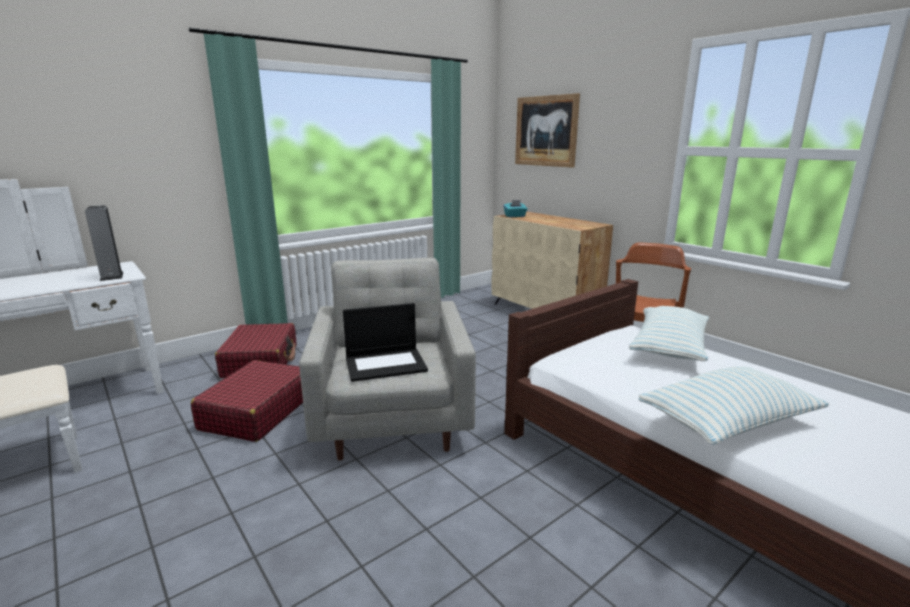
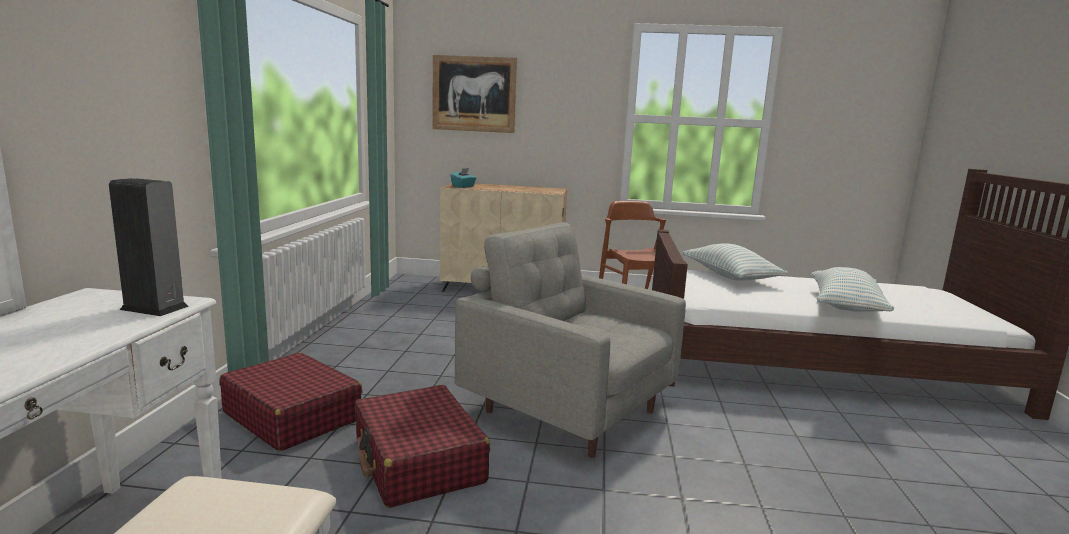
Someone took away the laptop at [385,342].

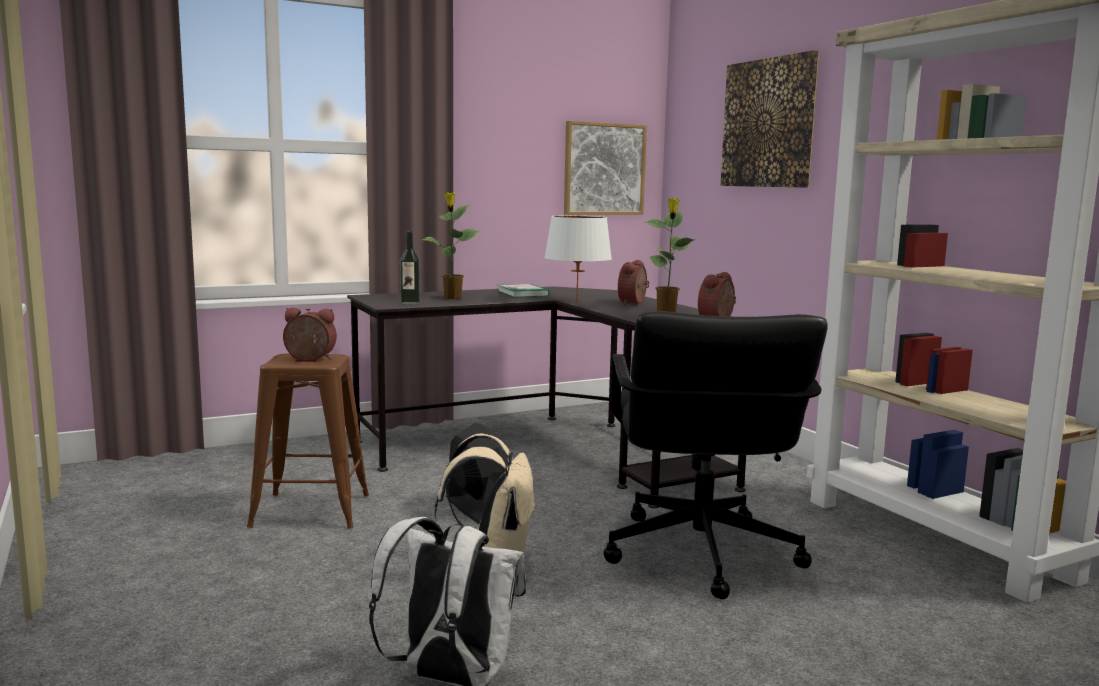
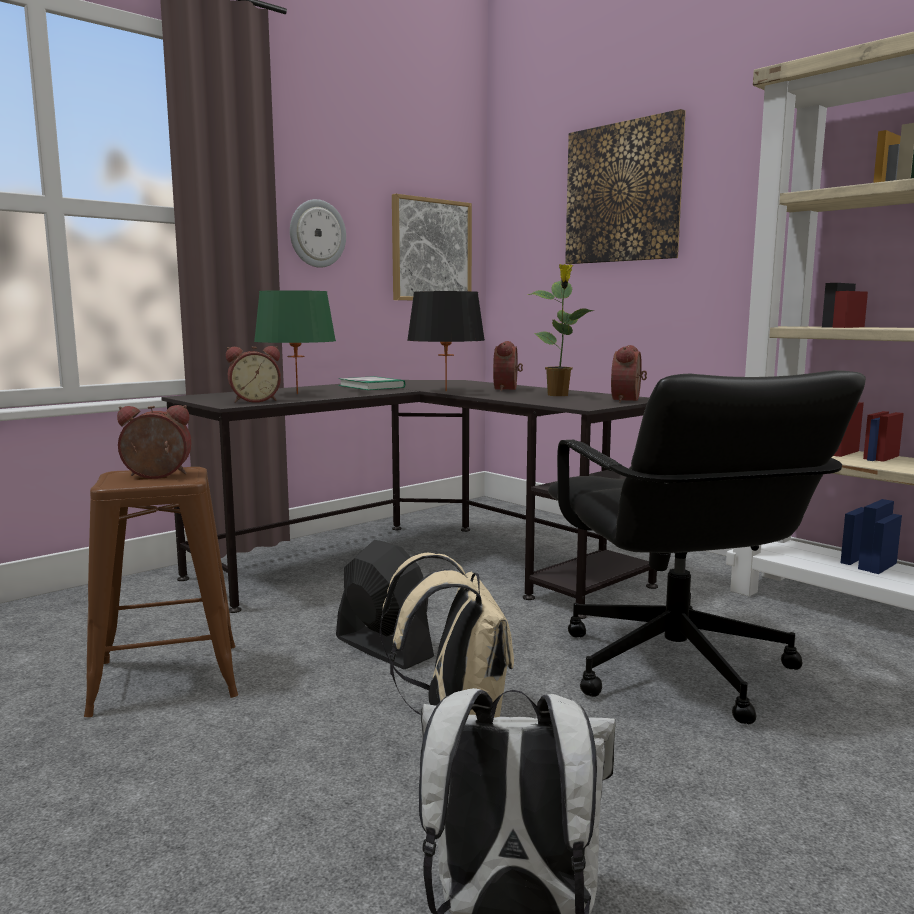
Someone swapped the potted plant at [451,245] for the table lamp (green) at [295,342].
Someone repainted the table lamp (white) at [578,259], which became the table lamp (black) at [446,341].
Someone swapped the bottle at [410,268] for the alarm clock at [253,374].
Someone put up the wall clock at [318,233].

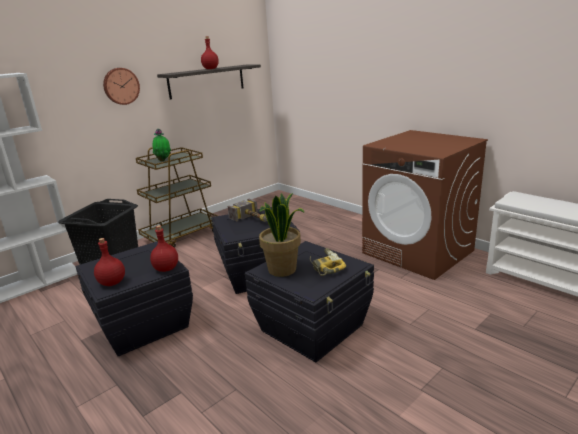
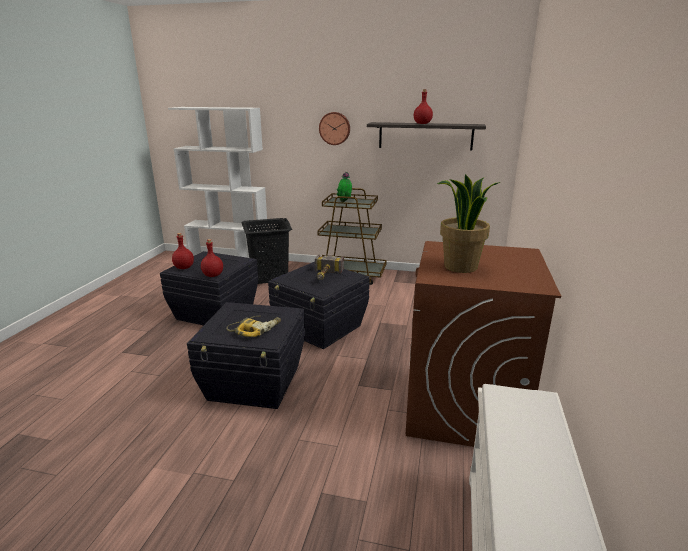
Someone carried the potted plant from [282,235] to [469,223].

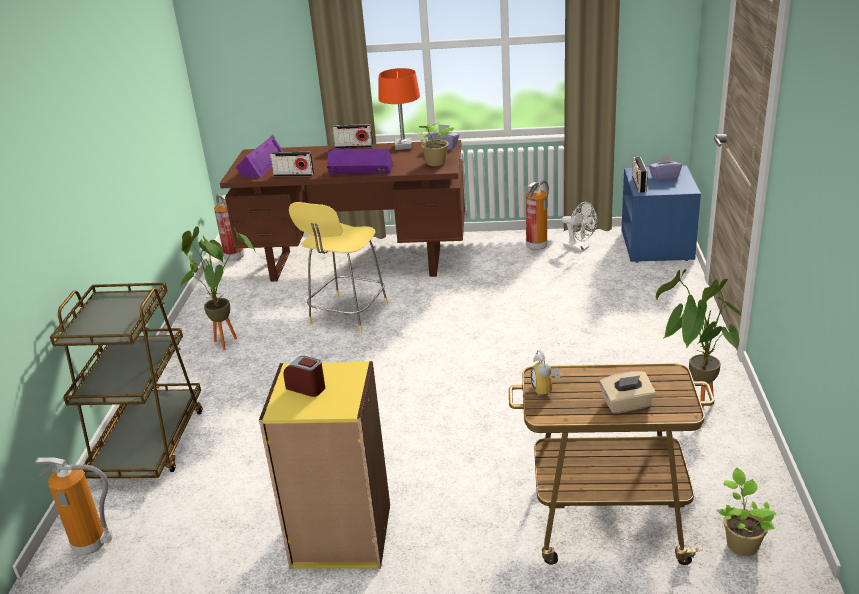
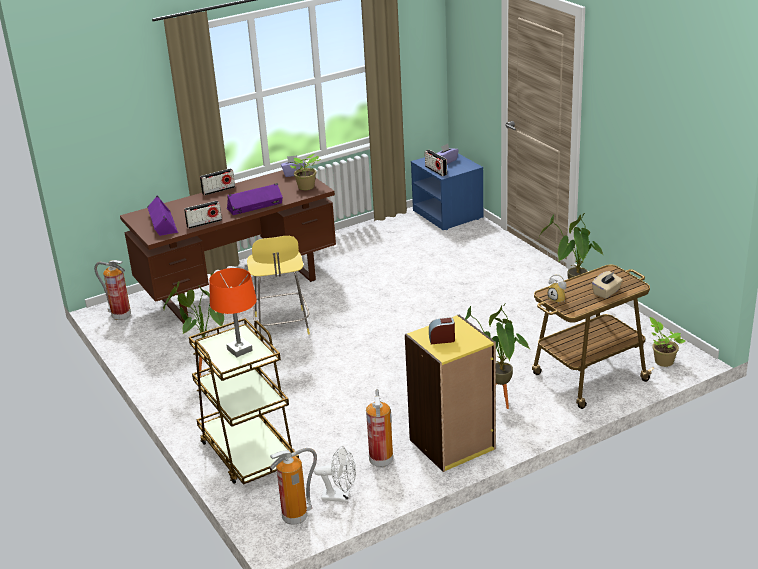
Someone carried the table lamp (orange) from [399,109] to [233,312].
Someone carried the fire extinguisher from [537,215] to [379,428].
Someone carried the fan (white) from [580,227] to [335,474].
Someone put down the potted plant at [497,355].

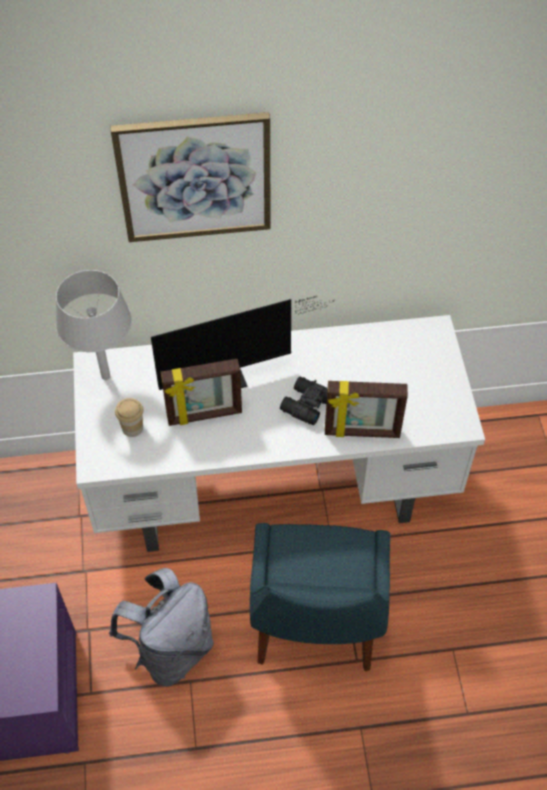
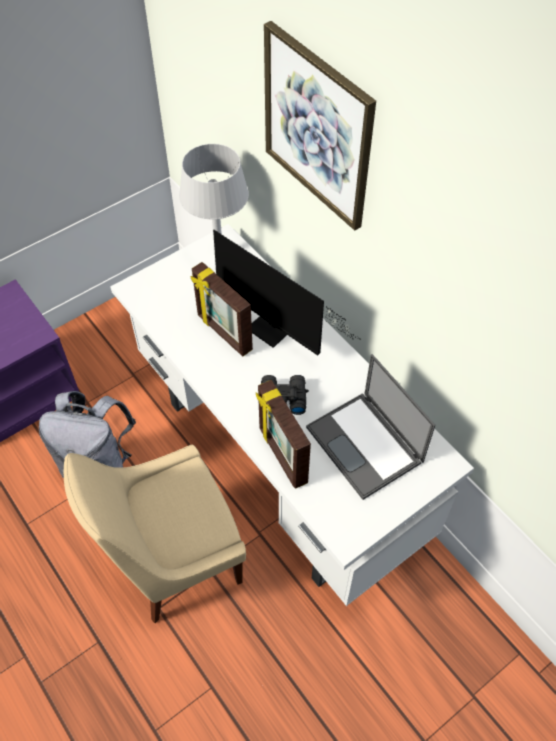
Someone took away the cup at [129,417].
Someone repainted the chair (blue) at [320,597], which became the chair (beige) at [155,534].
Someone put down the laptop at [370,427].

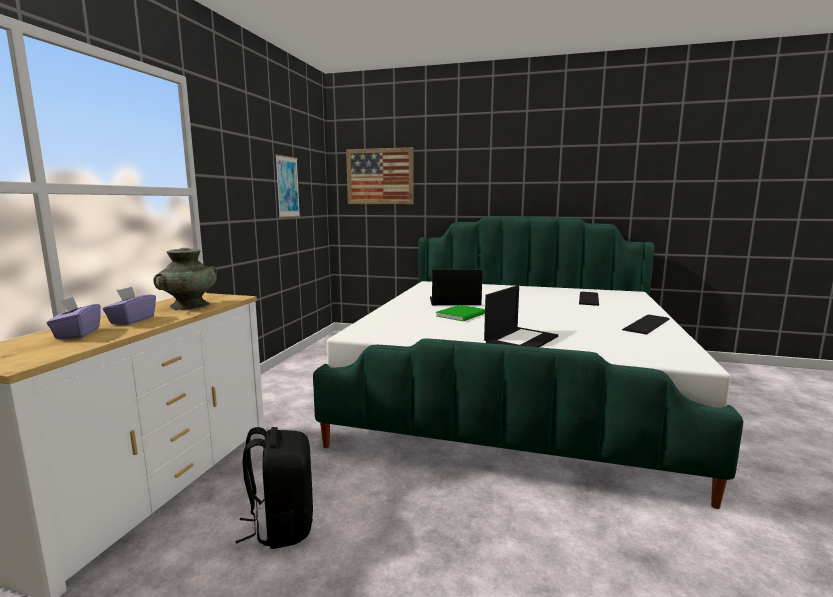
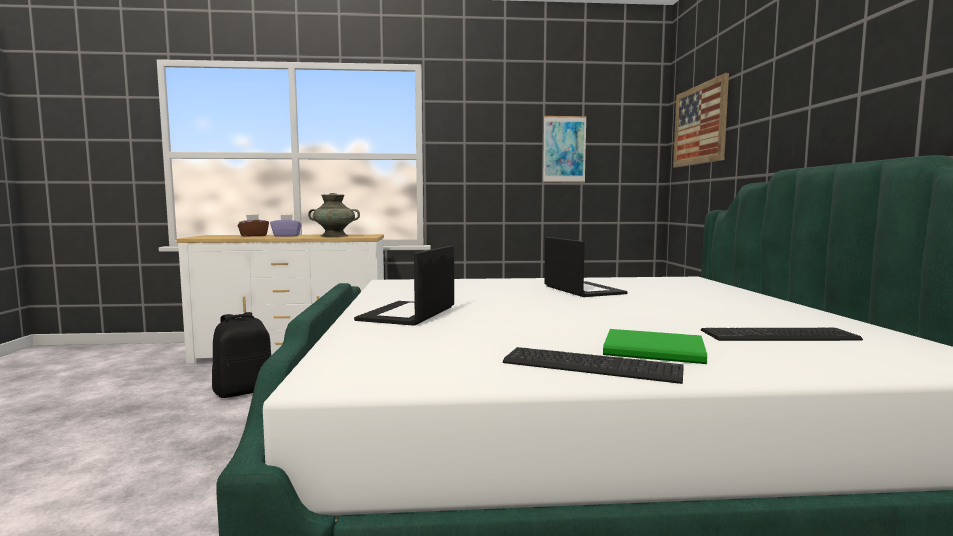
Someone rotated the laptop at [521,316] by 90 degrees clockwise.
Someone repainted the tissue box (purple) at [74,317], which became the tissue box (brown) at [253,226].
Someone carried the book (green) from [460,313] to [655,346].

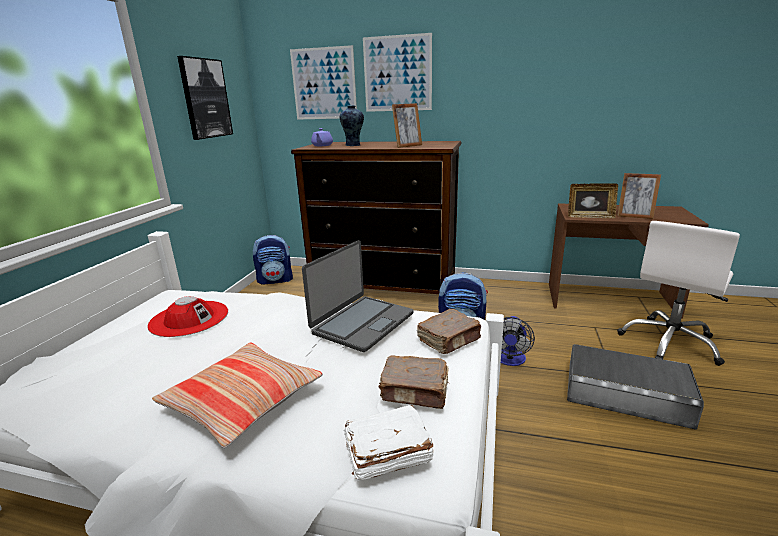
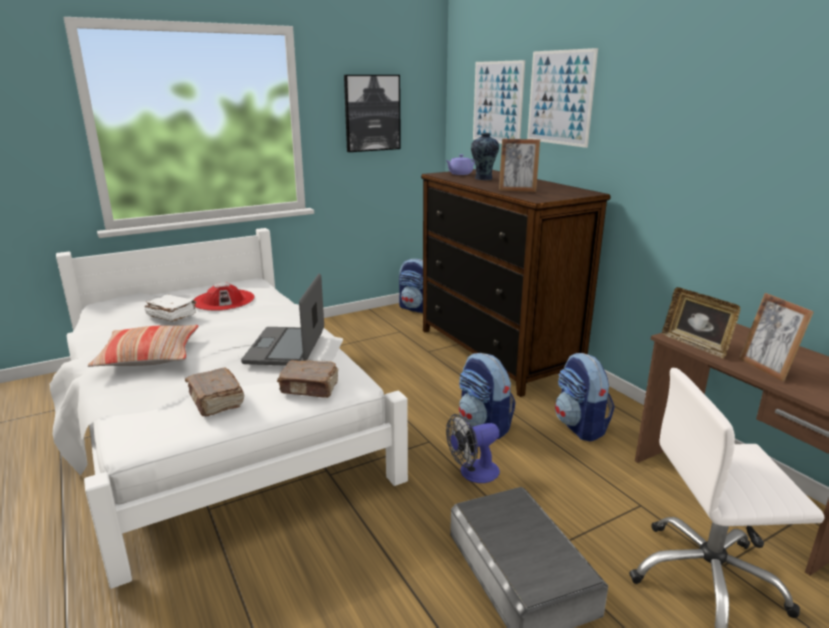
Someone rotated the laptop at [358,296] by 105 degrees clockwise.
Someone carried the book (white) from [388,443] to [170,308].
Someone put down the backpack at [585,397].

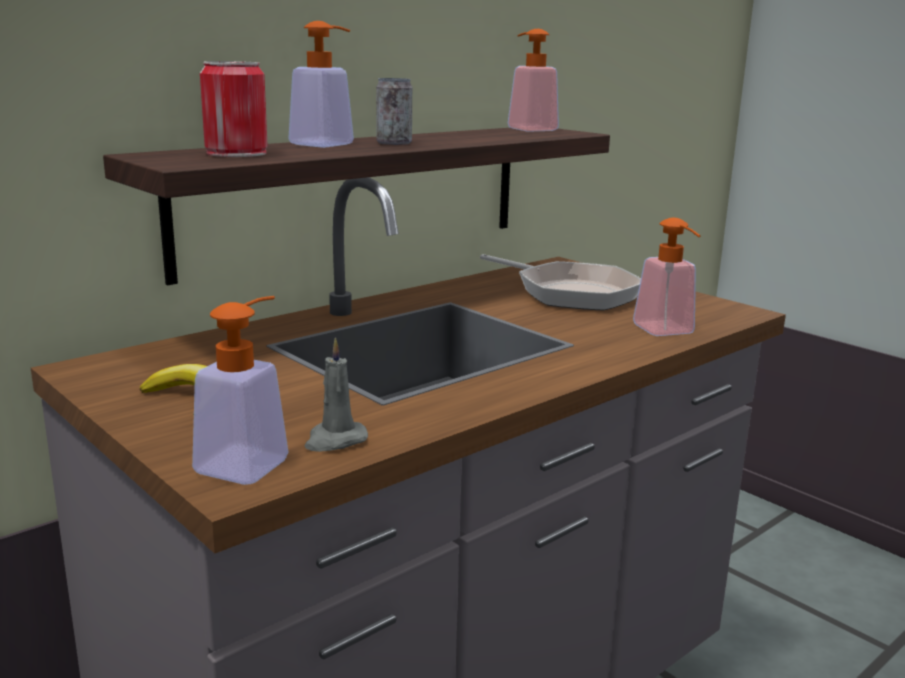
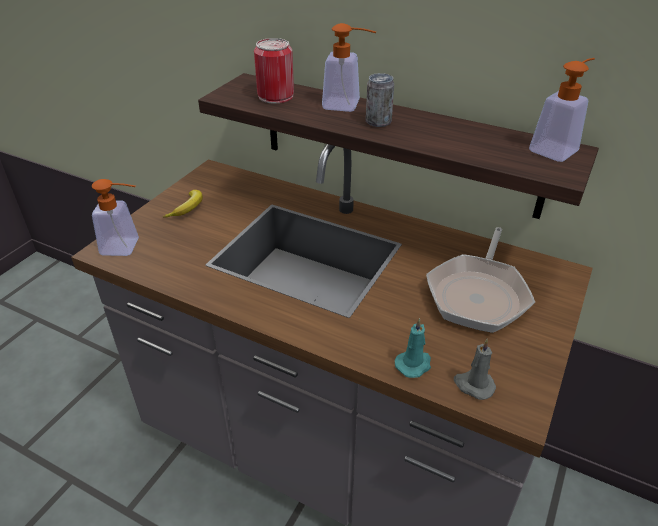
Someone swapped the soap dispenser at [667,277] for the candle (turquoise) at [413,348].
Someone carried the candle (grey) from [336,395] to [475,369].

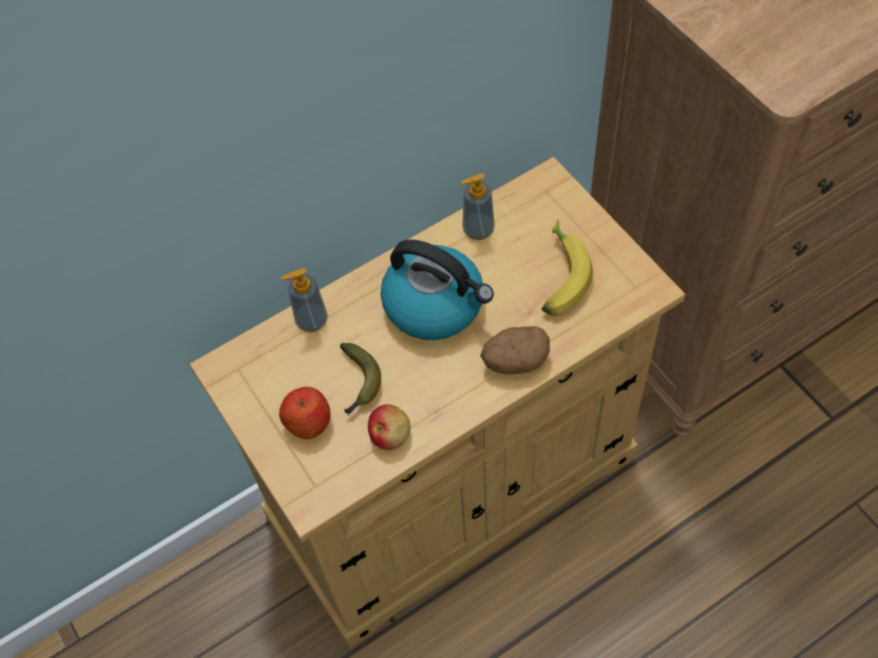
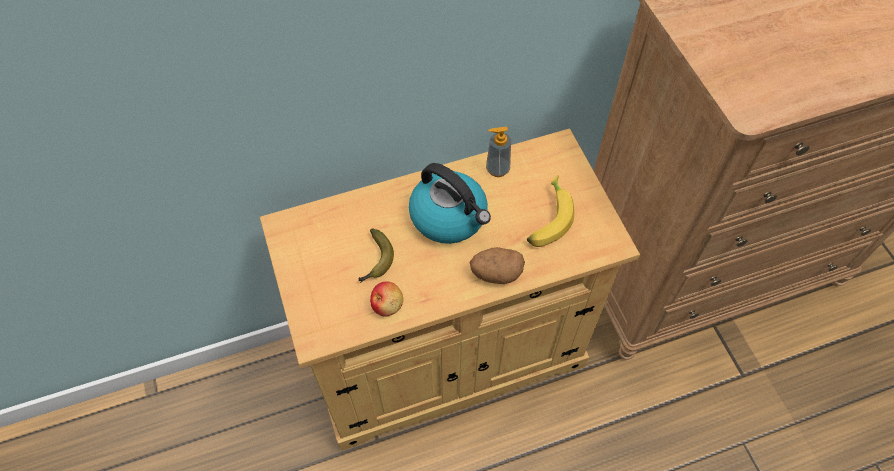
Someone took away the soap dispenser at [304,300].
Someone took away the apple at [305,413].

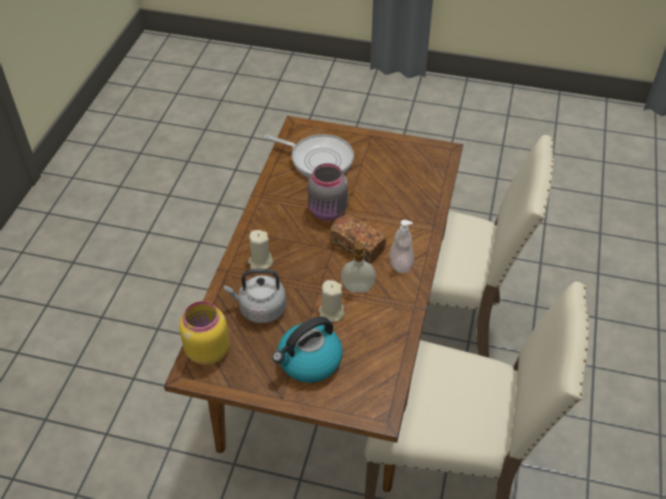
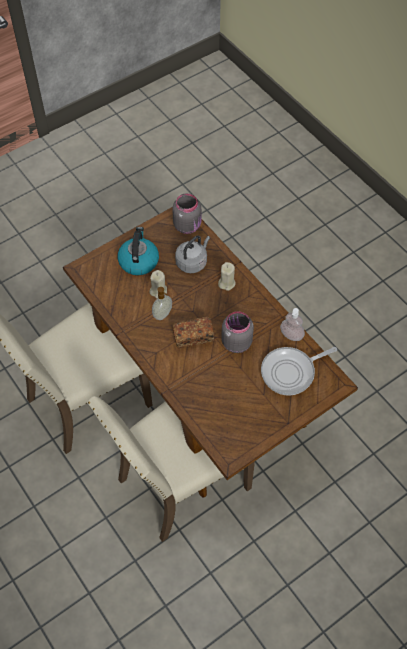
Someone carried the soap dispenser from [401,246] to [292,324].
Someone repainted the jar (yellow) at [204,333], which became the jar (grey) at [187,213].

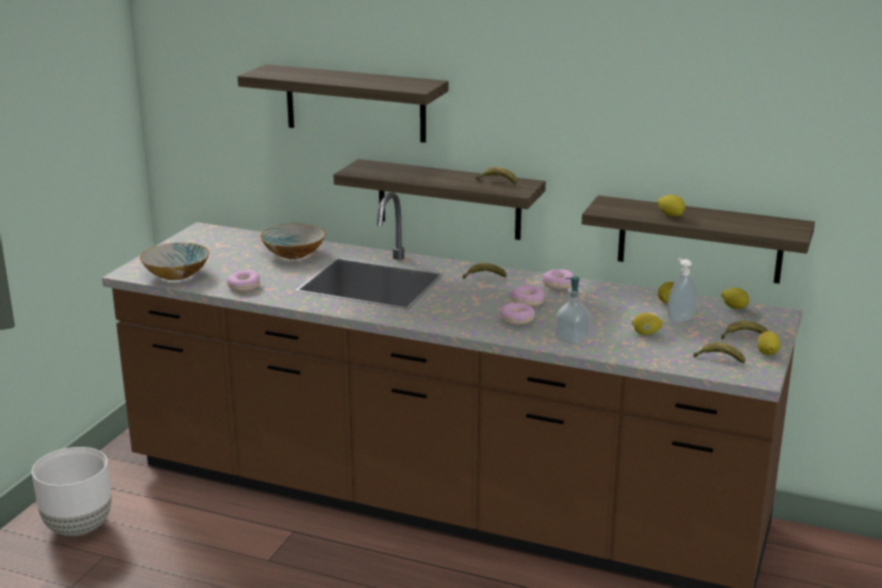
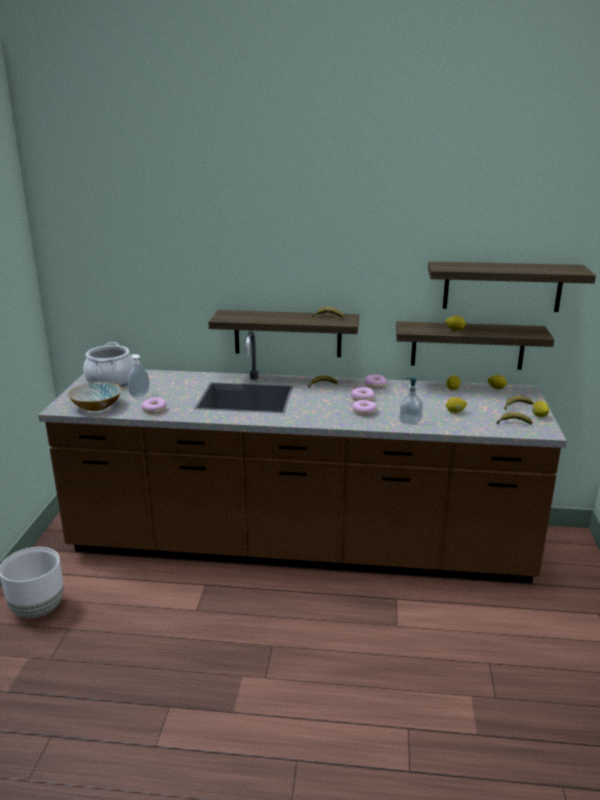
Someone carried the shelf from [343,103] to [512,286].
Someone took away the bowl at [293,241].
Someone carried the soap dispenser from [682,290] to [139,376].
Someone put down the cooking pot at [108,364].

